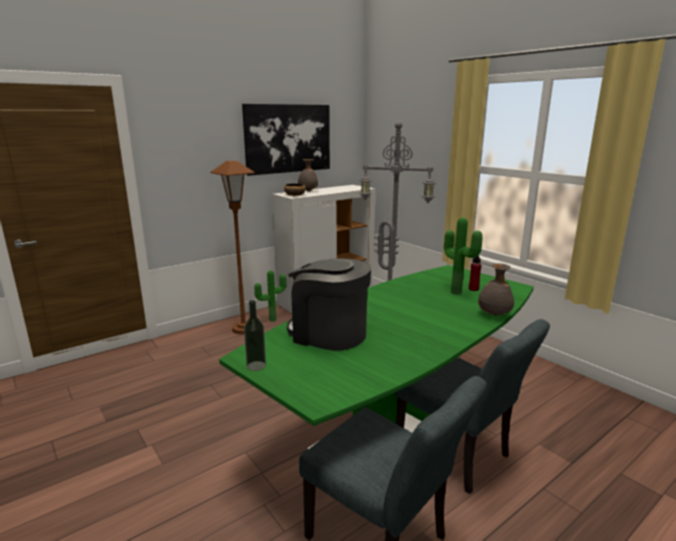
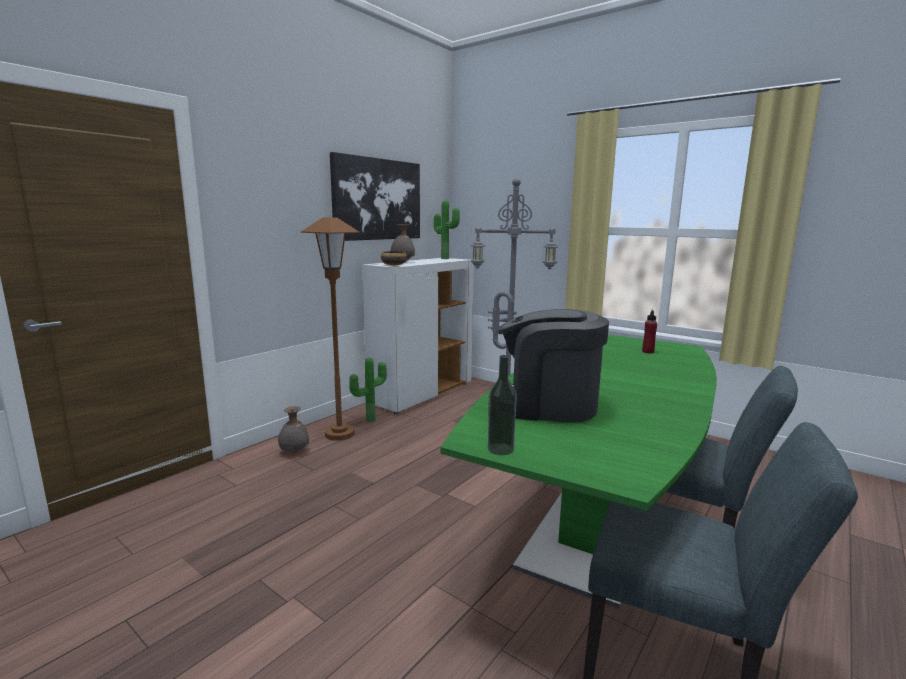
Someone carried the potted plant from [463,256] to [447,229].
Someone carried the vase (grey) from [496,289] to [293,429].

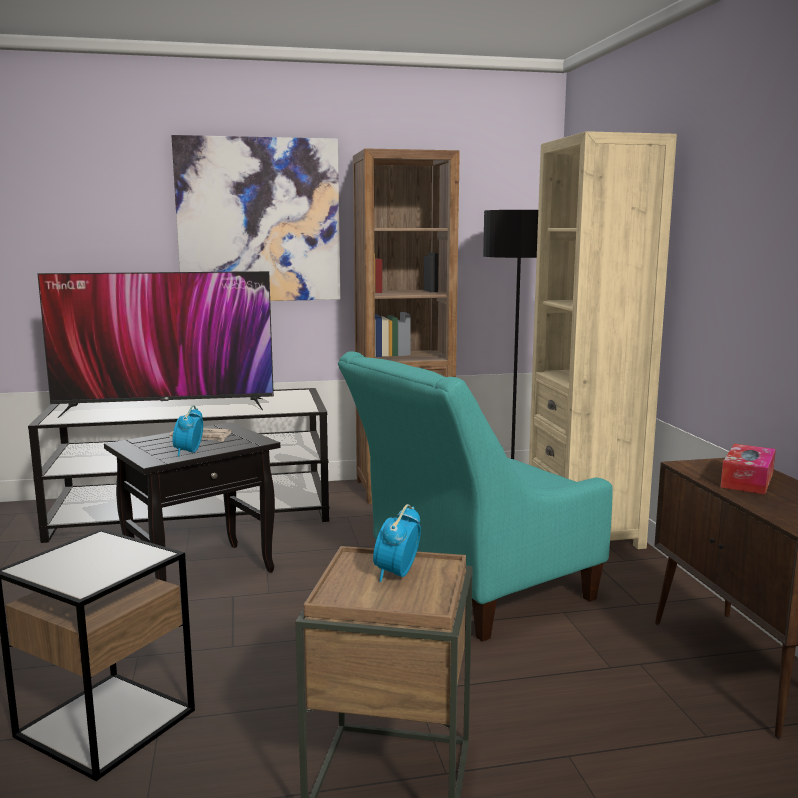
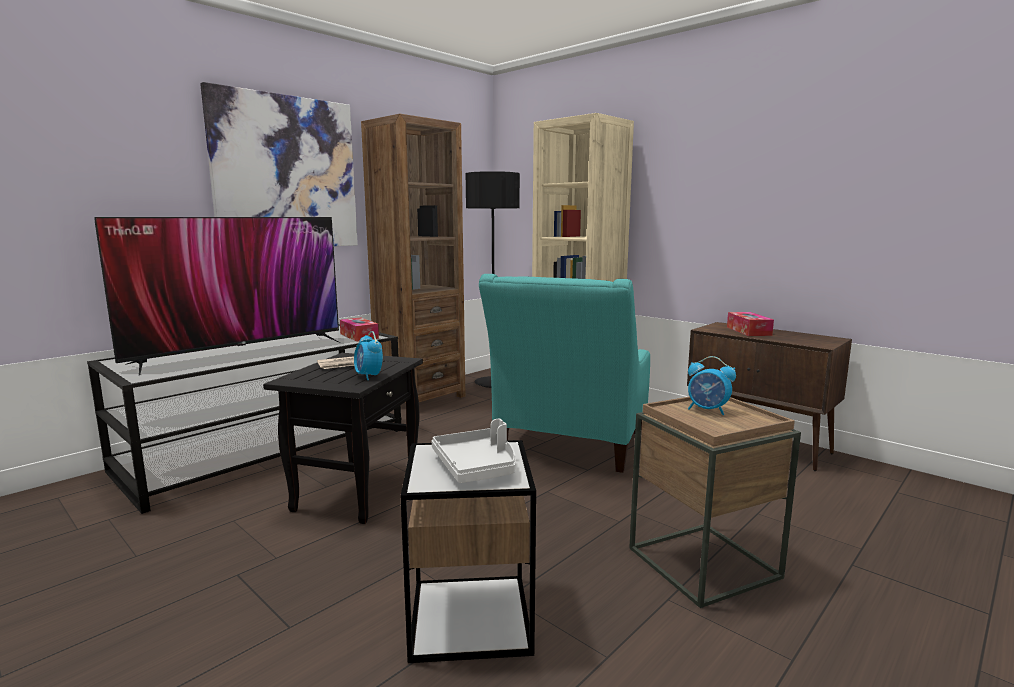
Someone rotated the alarm clock at [397,543] by 45 degrees counterclockwise.
Someone put down the tissue box at [359,330].
Someone put down the tray (grey) at [473,451].

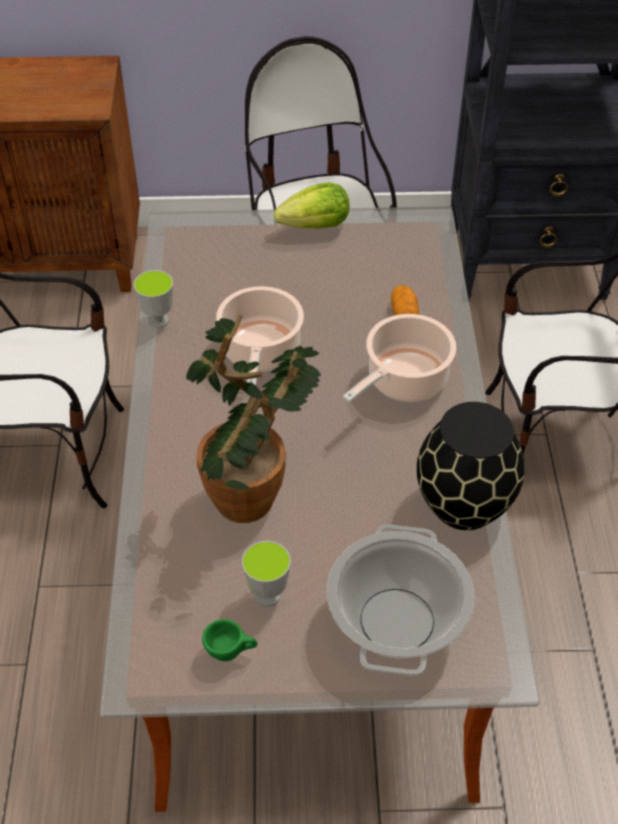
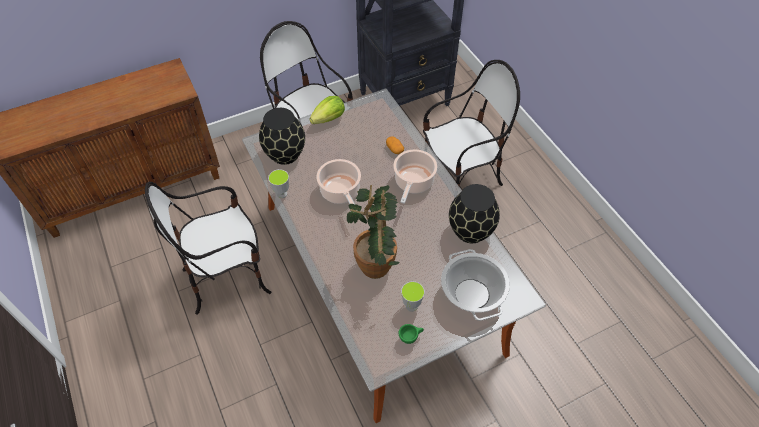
Someone put down the vase (black) at [282,136].

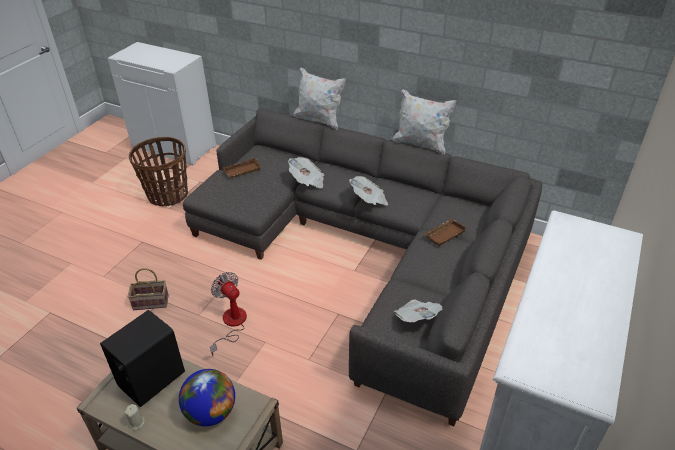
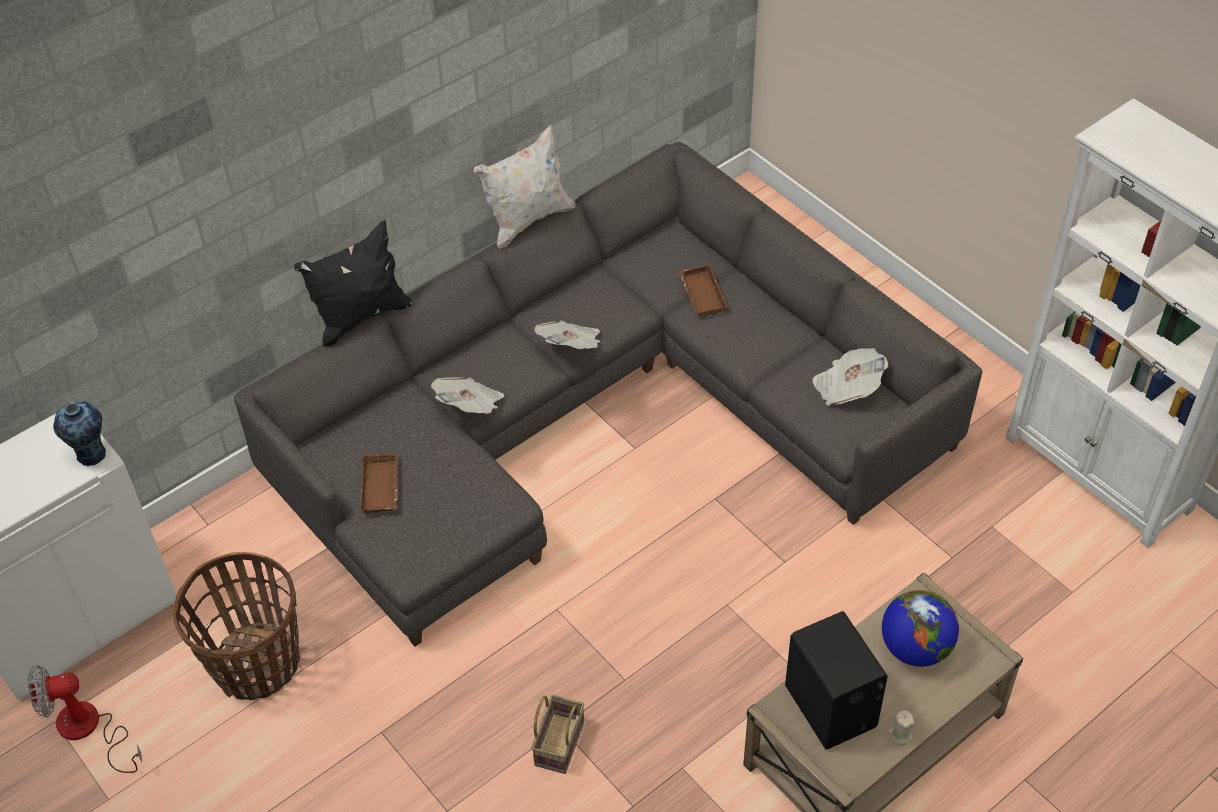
Someone repainted the pillow (white) at [319,99], which became the pillow (black) at [353,283].
Someone carried the fan from [228,314] to [84,719].
Someone put down the vase at [79,434].

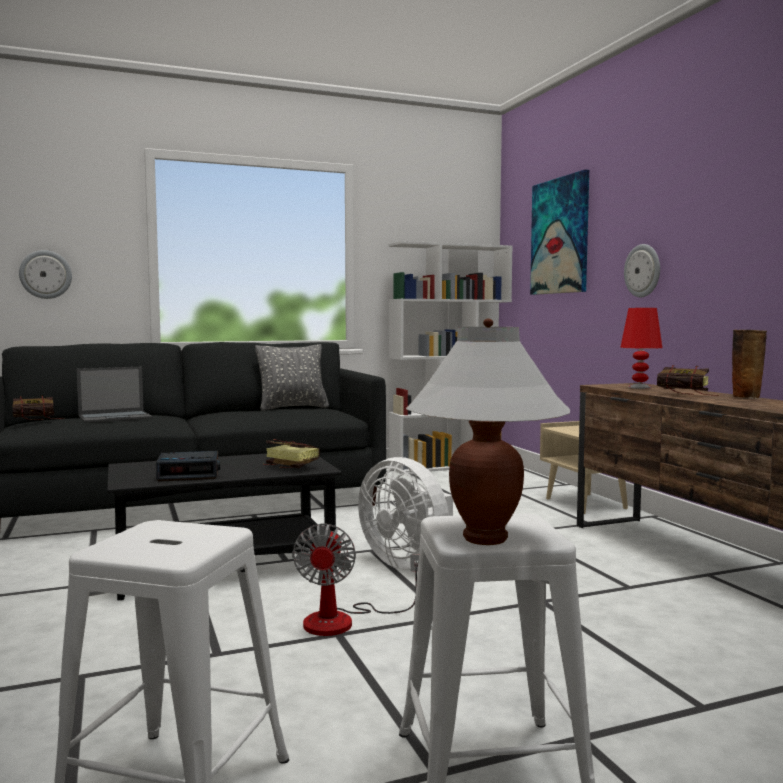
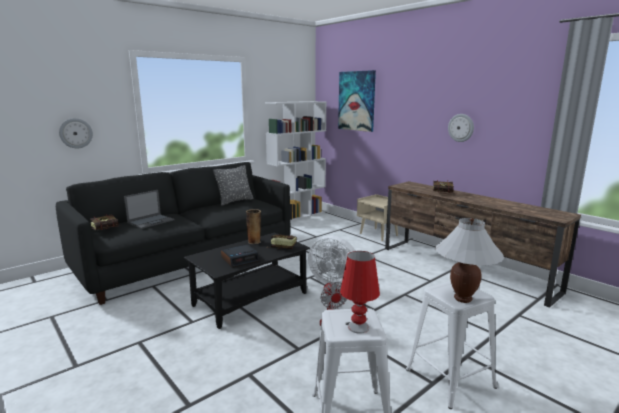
Someone carried the wall clock from [642,270] to [461,128].
Someone carried the table lamp (red) from [641,348] to [360,292].
Someone carried the vase from [749,364] to [253,226].

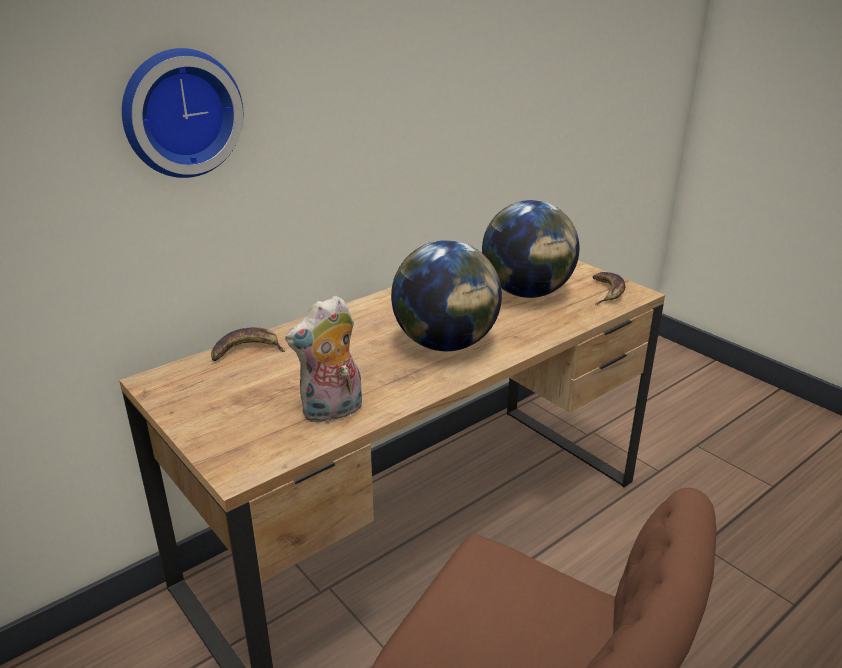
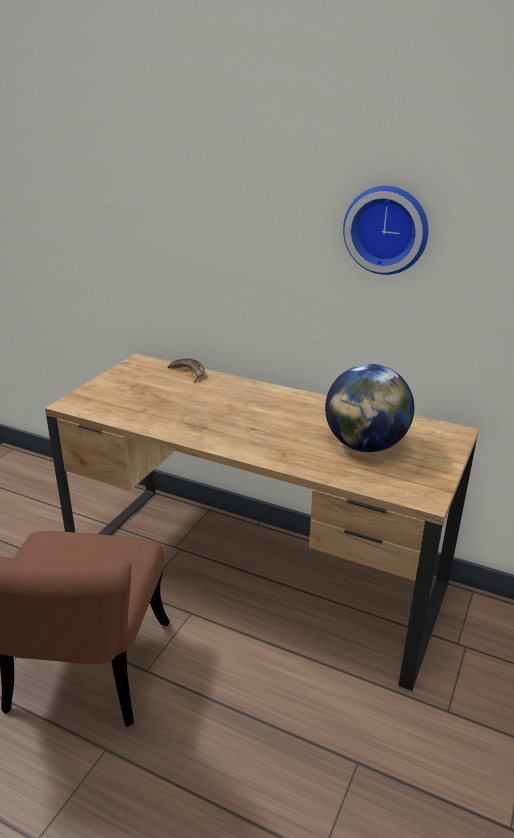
Someone carried the wall clock from [182,113] to [386,230].
Someone took away the globe at [446,295].
Someone took away the banana at [609,288].
Someone took away the plush toy at [323,359].

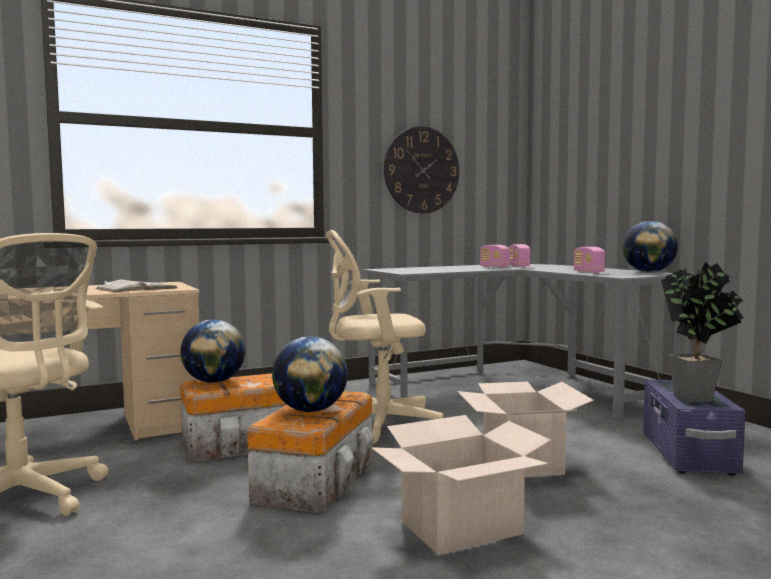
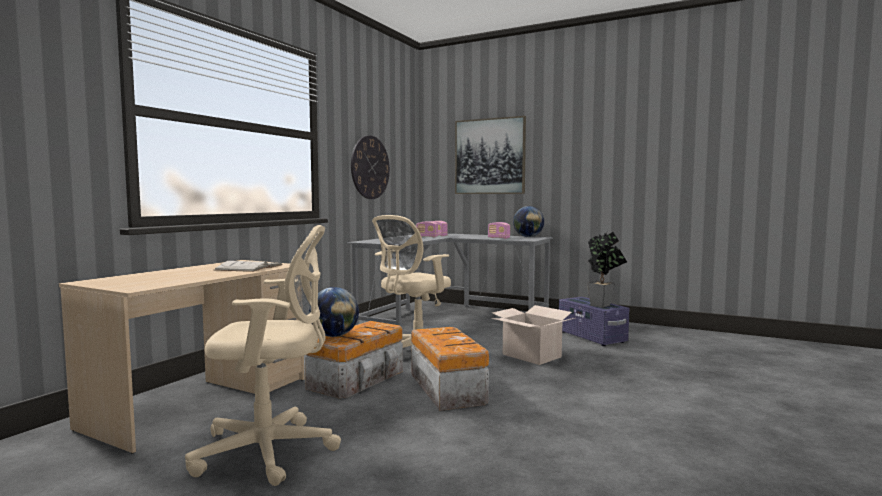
Someone took away the globe at [310,374].
Someone took away the cardboard box at [461,485].
Someone put up the picture at [490,155].

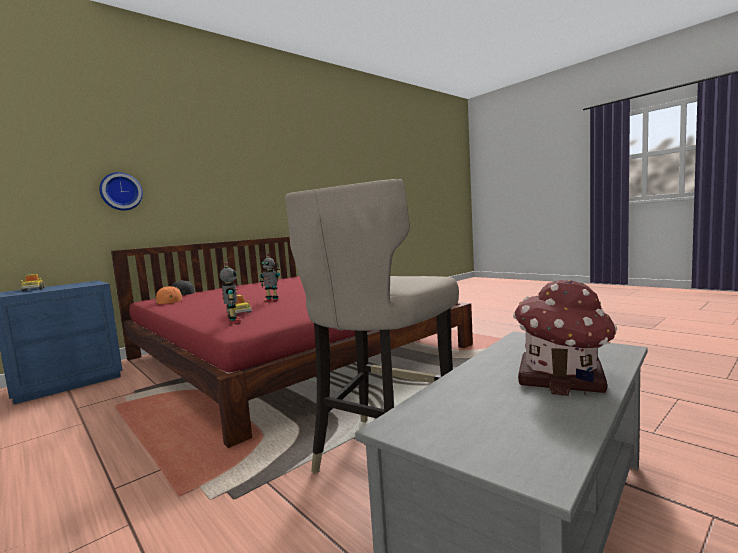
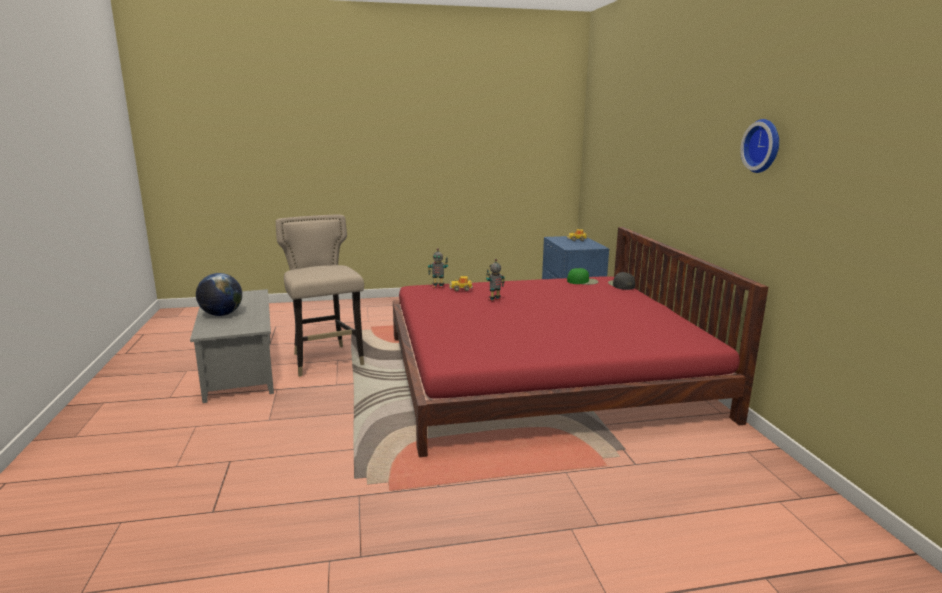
Someone carried the wall clock from [121,191] to [759,146].
Someone swapped the toy house at [565,337] for the globe at [219,294].
Someone repainted the cap (orange) at [169,295], which became the cap (green) at [582,276].

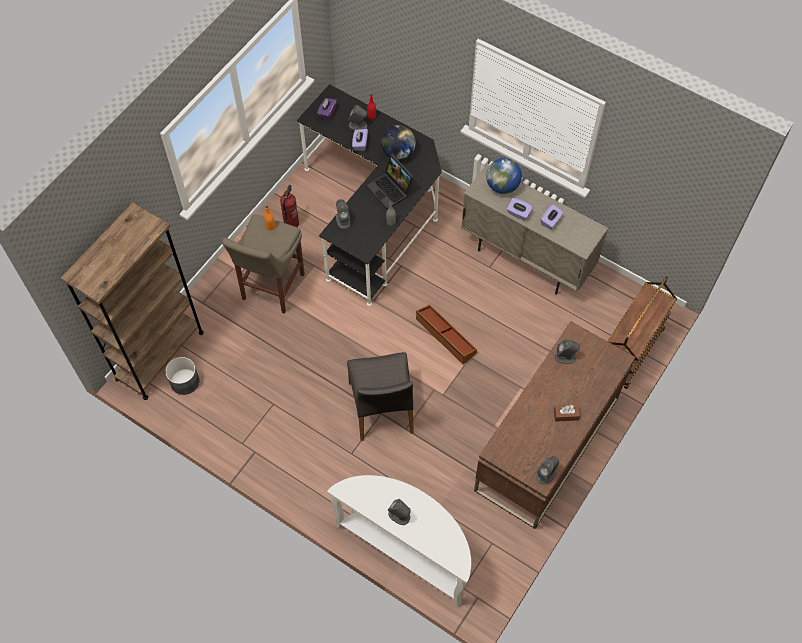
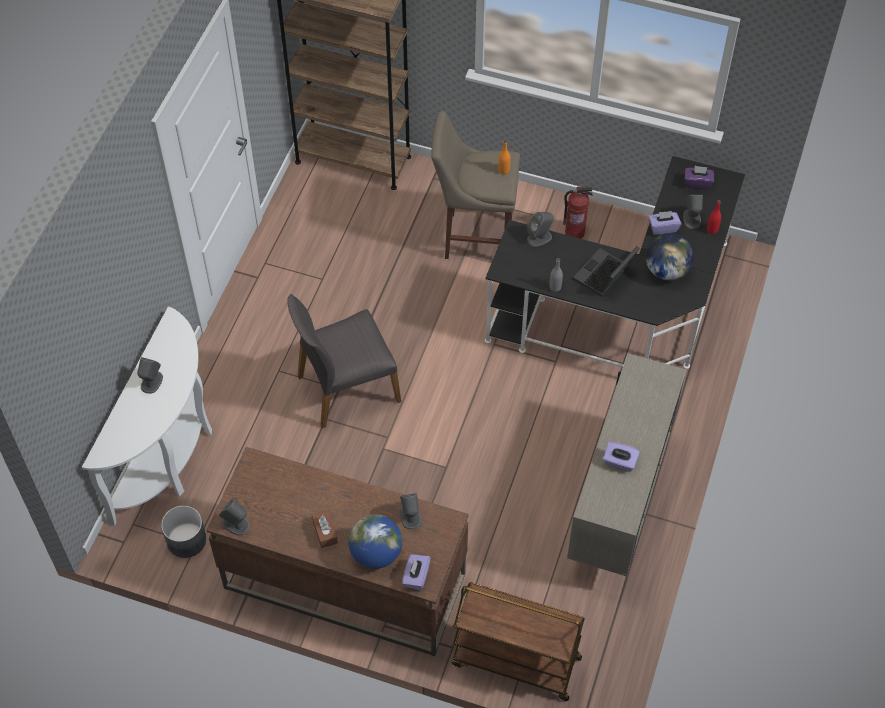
Someone carried the globe from [504,176] to [375,542].
Someone carried the tissue box (purple) from [520,209] to [416,572].
Someone took away the storage box (brown) at [446,334].
Someone carried the planter (grey) from [182,376] to [183,531].

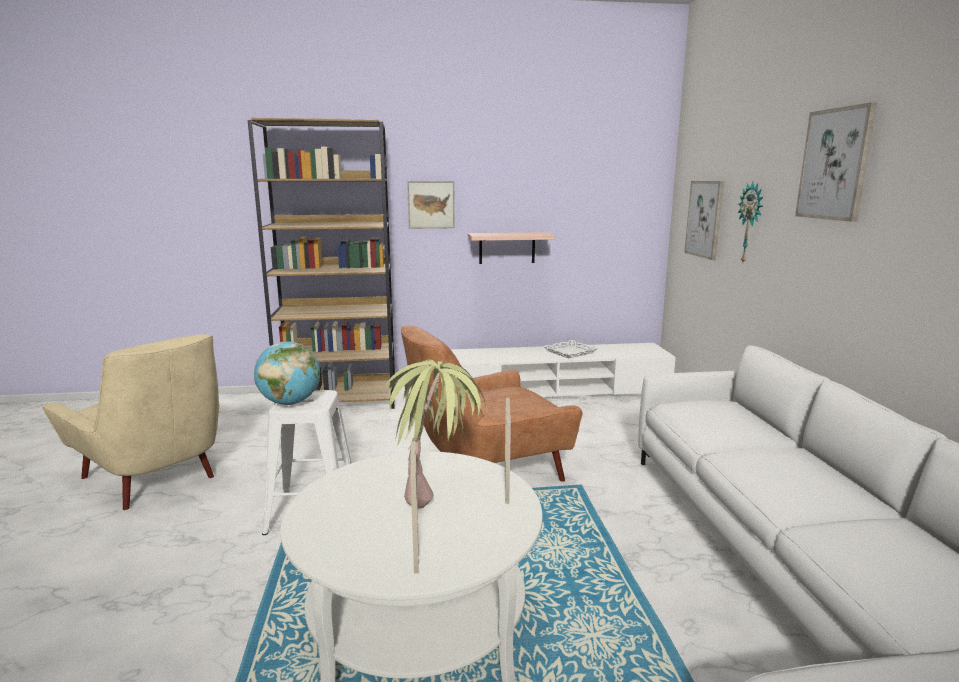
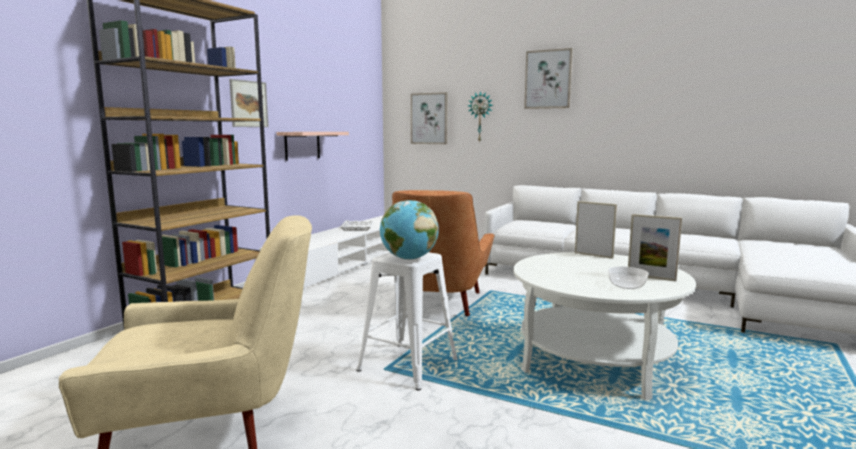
Someone took away the potted plant at [433,434].
Someone put down the bowl at [628,277].

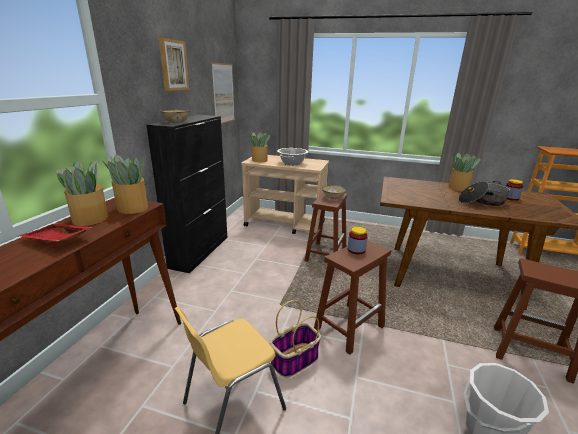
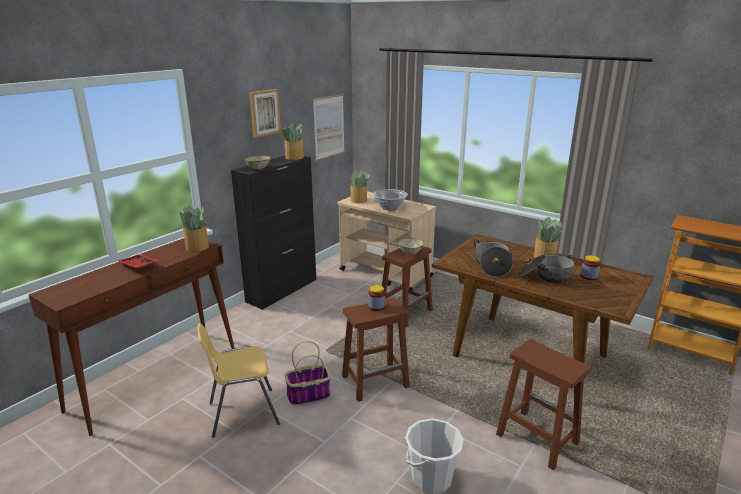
Someone carried the potted plant from [81,193] to [293,142].
Someone put down the cooking pot at [493,258].

